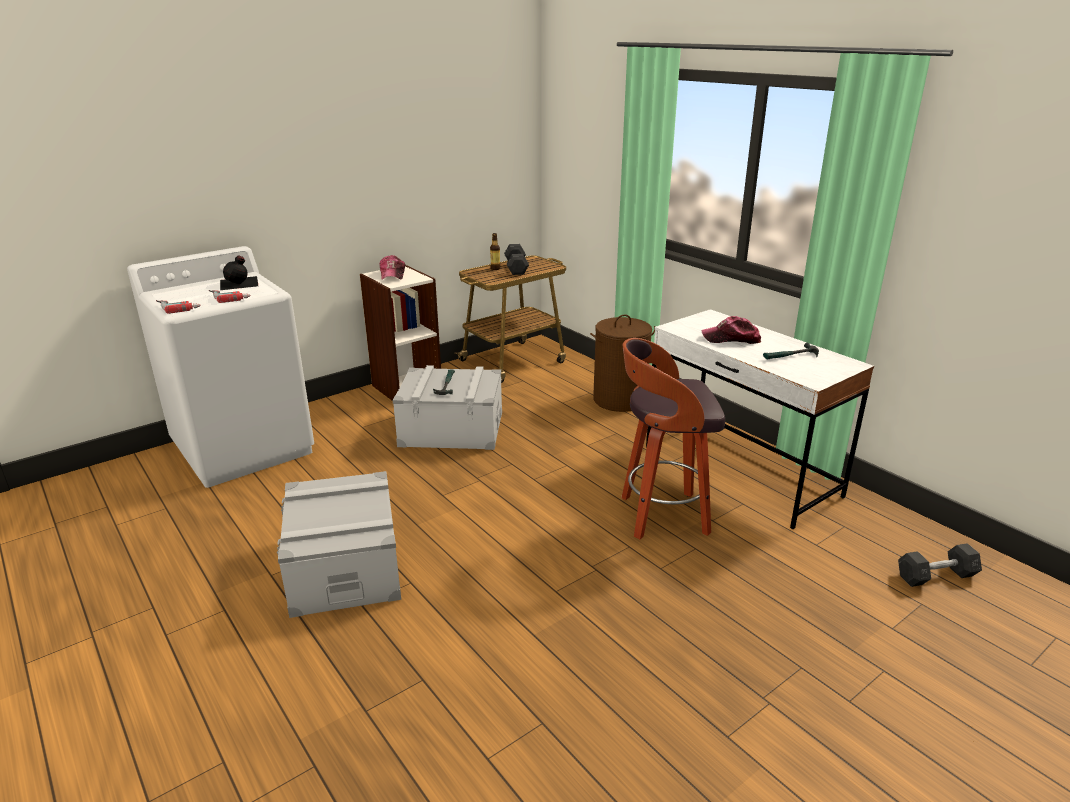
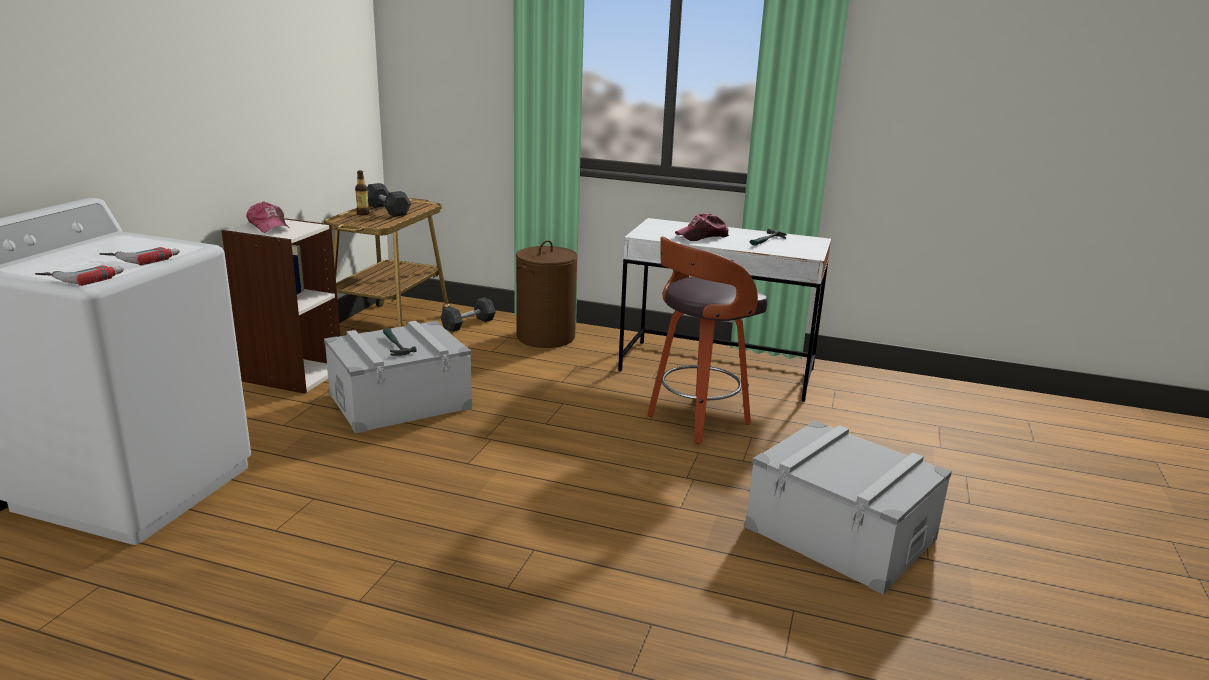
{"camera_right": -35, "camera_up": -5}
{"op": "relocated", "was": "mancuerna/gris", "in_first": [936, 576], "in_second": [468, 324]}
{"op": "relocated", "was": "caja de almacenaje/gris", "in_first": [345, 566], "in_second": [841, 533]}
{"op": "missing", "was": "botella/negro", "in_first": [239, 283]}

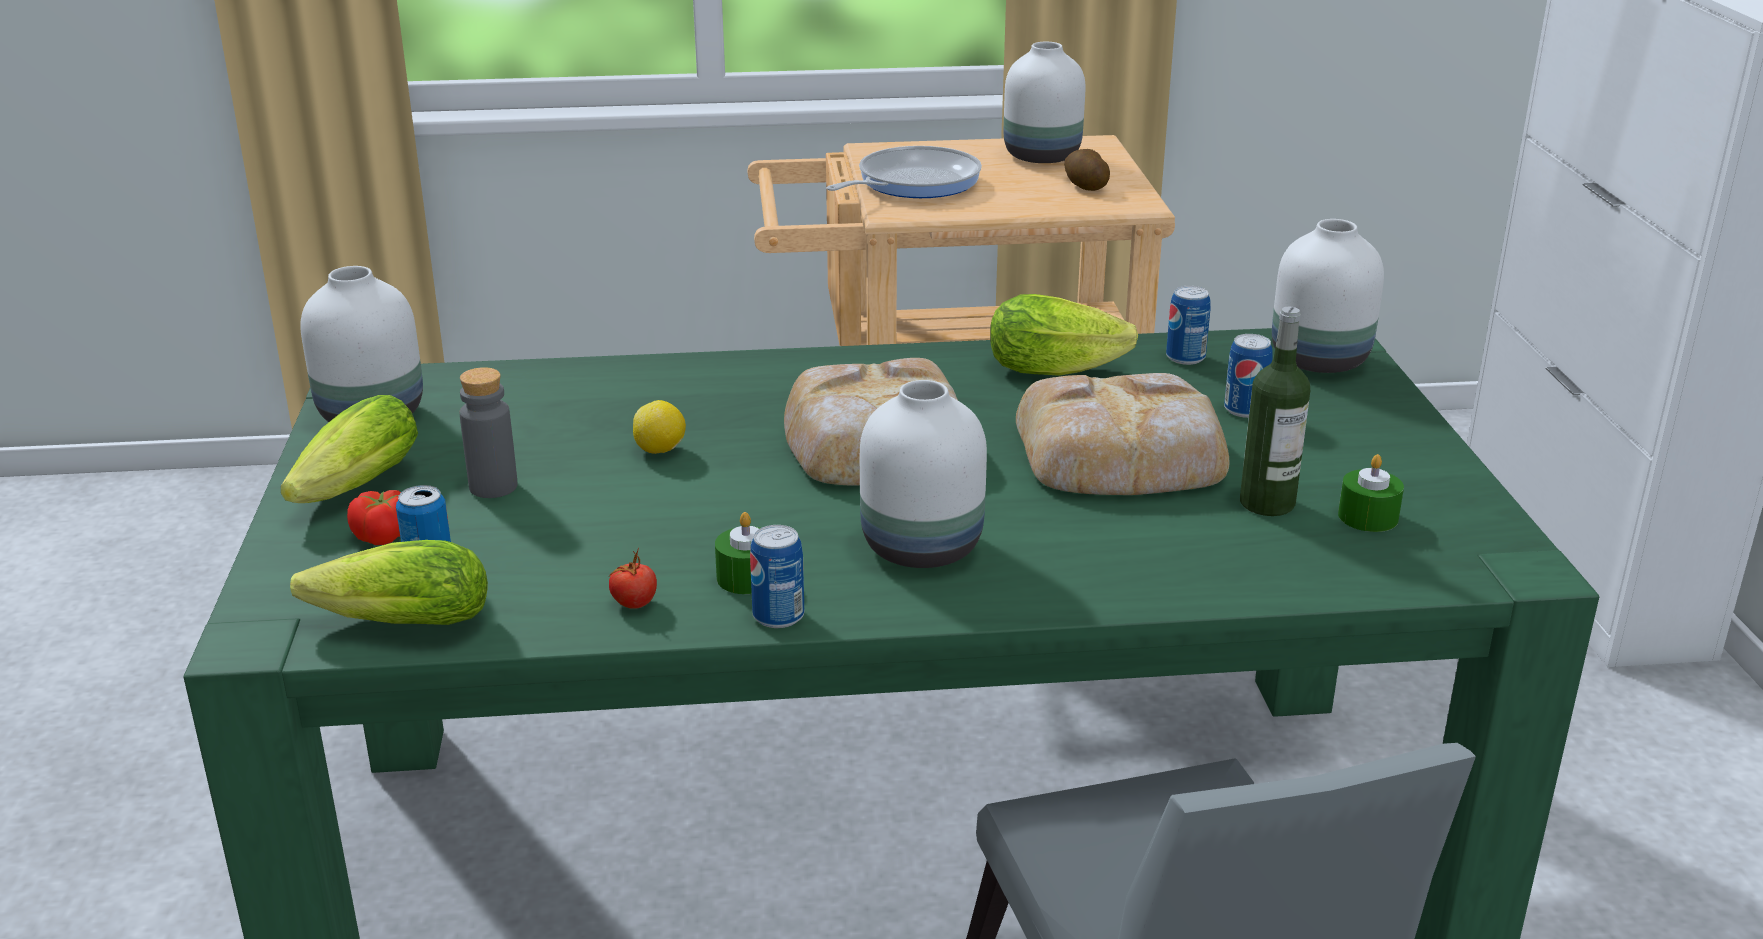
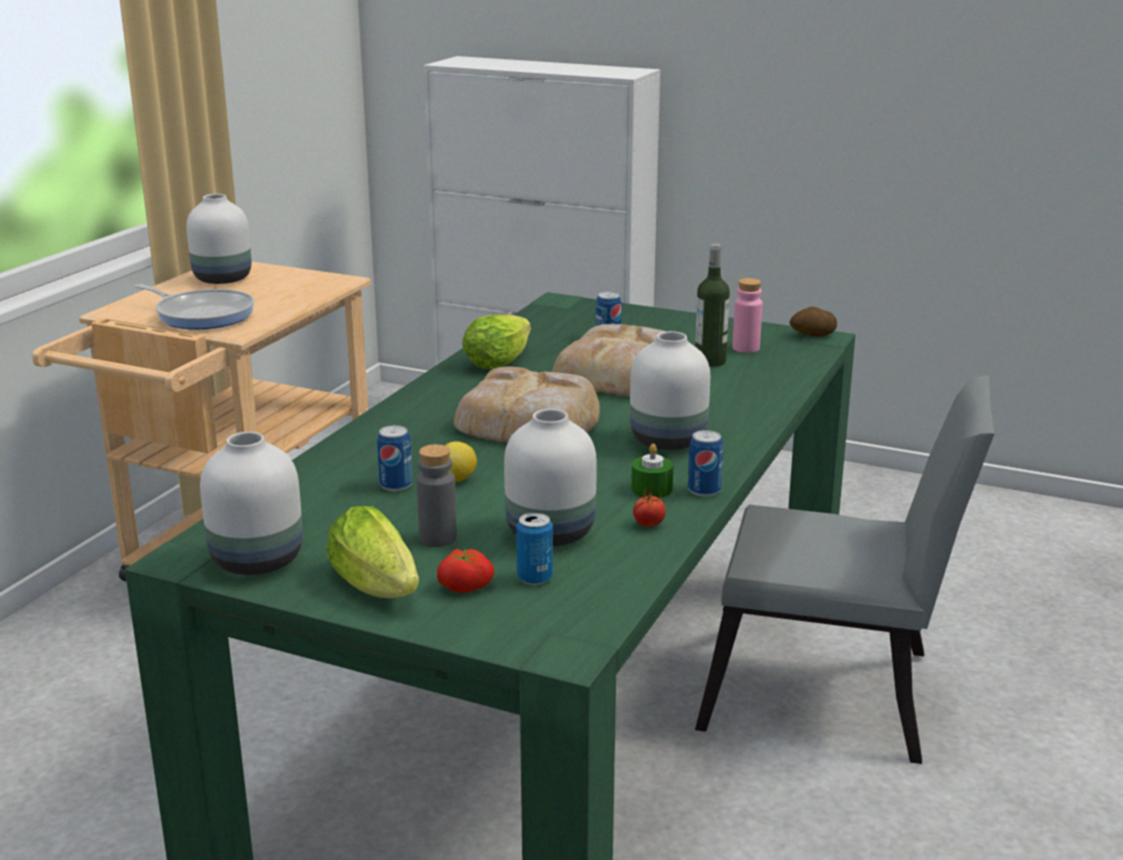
{"camera_right": -60, "camera_up": -5}
{"op": "spun", "was": "sartén", "in_first": [912, 183], "in_second": [202, 314], "clockwise": 135}
{"op": "relocated", "was": "lata", "in_first": [1185, 357], "in_second": [396, 485]}
{"op": "relocated", "was": "florero/blanco", "in_first": [1320, 361], "in_second": [553, 533]}
{"op": "exchanged", "was": "vela/verde", "now": "botella/rosa", "in_first": [1368, 517], "in_second": [746, 348]}
{"op": "relocated", "was": "patata", "in_first": [1085, 186], "in_second": [812, 335]}
{"op": "missing", "was": "lechuga", "in_first": [394, 625]}

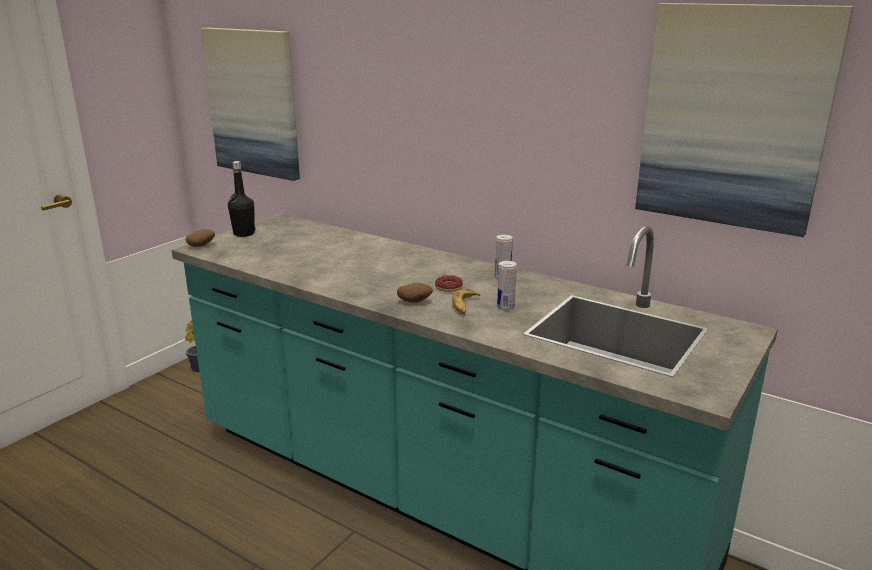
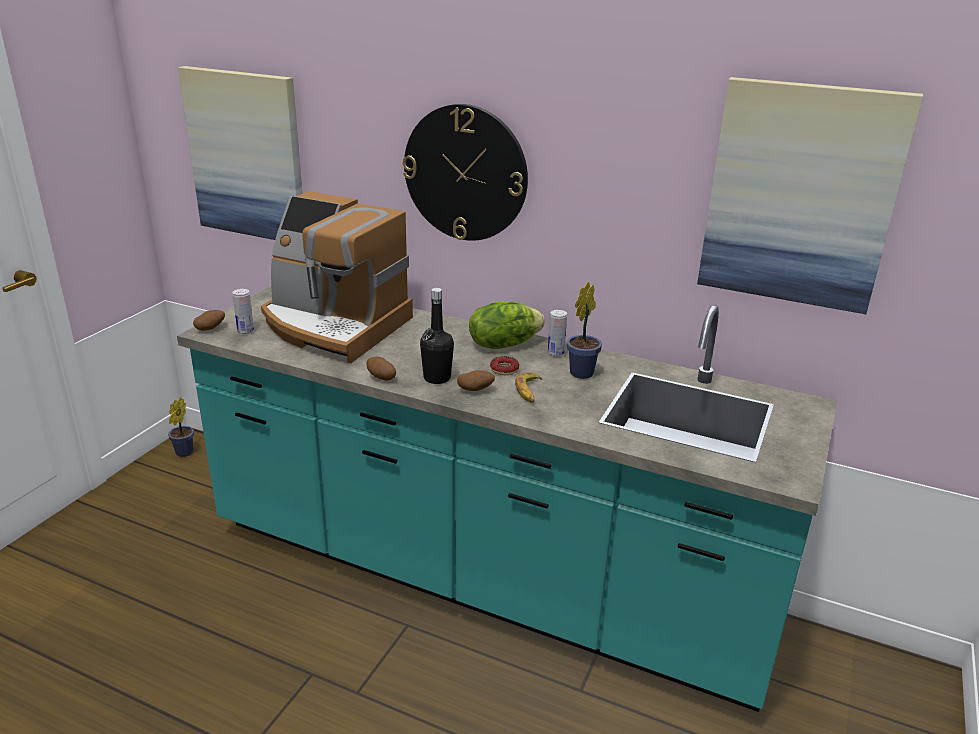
{"camera_right": -10, "camera_up": 5}
{"op": "relocated", "was": "lata", "in_first": [505, 307], "in_second": [245, 331]}
{"op": "appeared", "now": "cafetera", "in_second": [334, 326]}
{"op": "appeared", "now": "patata", "in_second": [381, 378]}
{"op": "appeared", "now": "reloj de pared", "in_second": [465, 173]}
{"op": "relocated", "was": "botella/negro", "in_first": [244, 234], "in_second": [437, 378]}
{"op": "appeared", "now": "lechuga", "in_second": [503, 344]}
{"op": "appeared", "now": "planta en maceta", "in_second": [583, 372]}

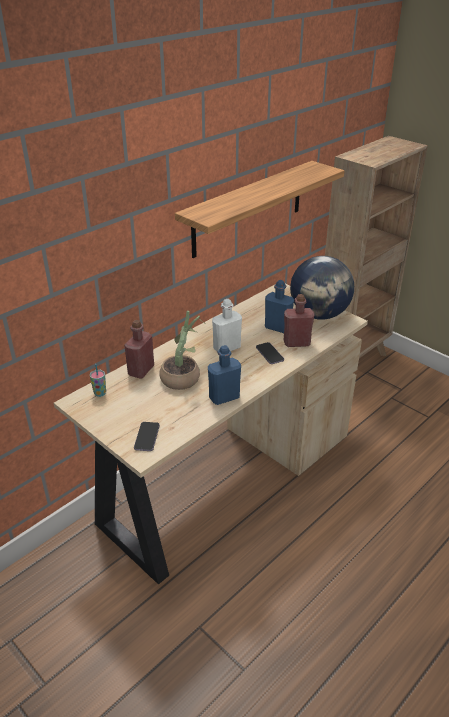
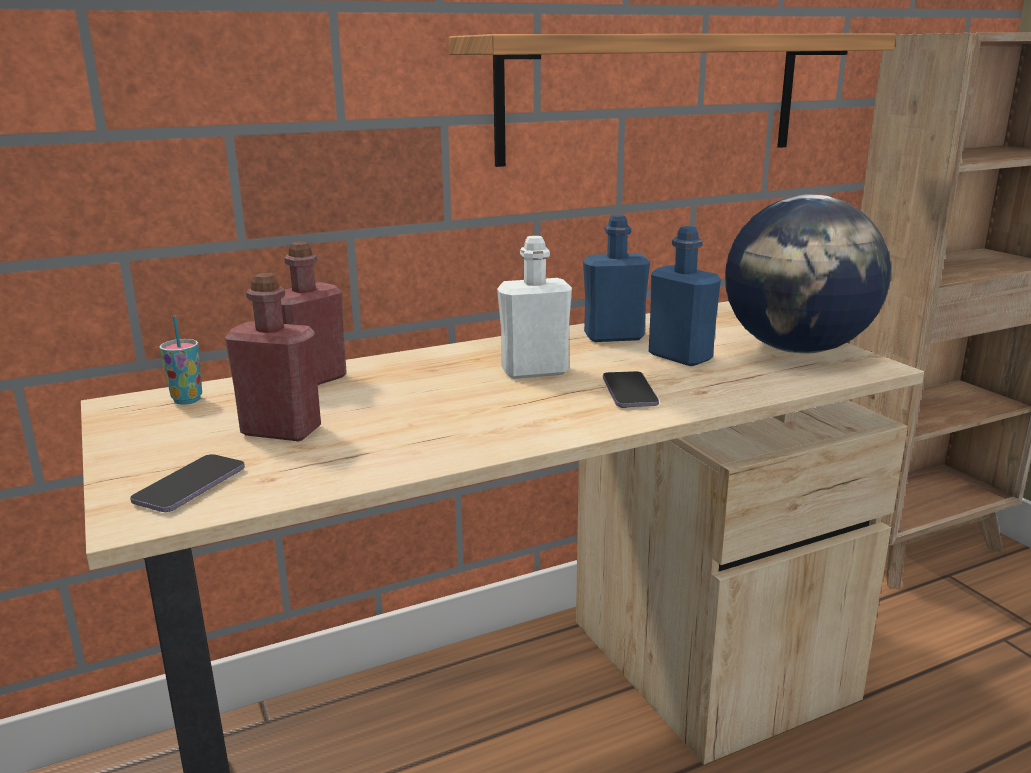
{"camera_right": 20, "camera_up": -15}
{"op": "relocated", "was": "botella/rojo", "in_first": [296, 343], "in_second": [281, 431]}
{"op": "relocated", "was": "botella/azul", "in_first": [224, 397], "in_second": [614, 336]}
{"op": "missing", "was": "planta en maceta", "in_first": [183, 377]}

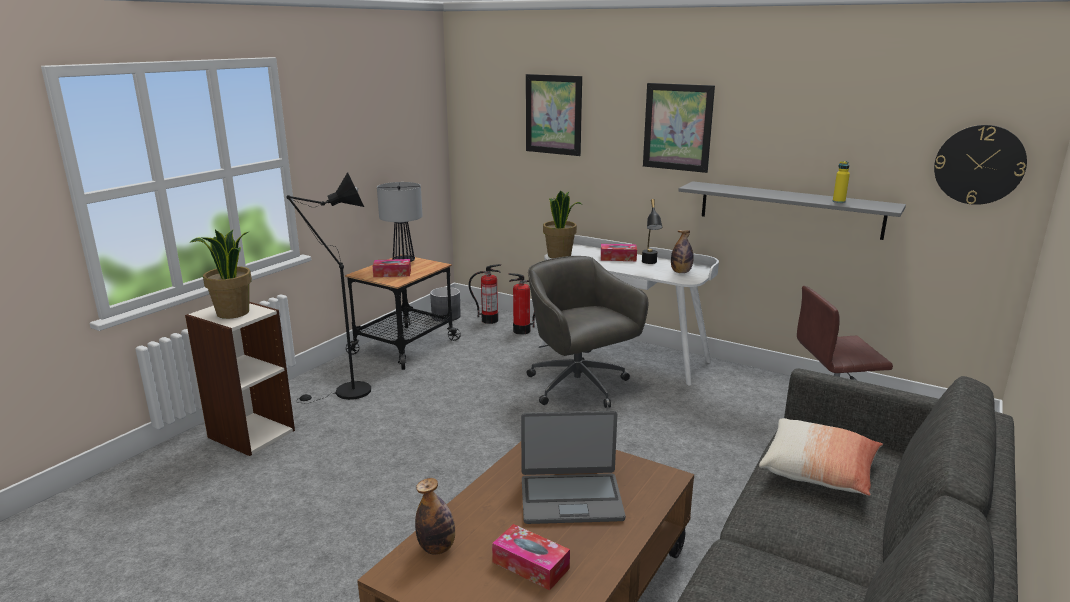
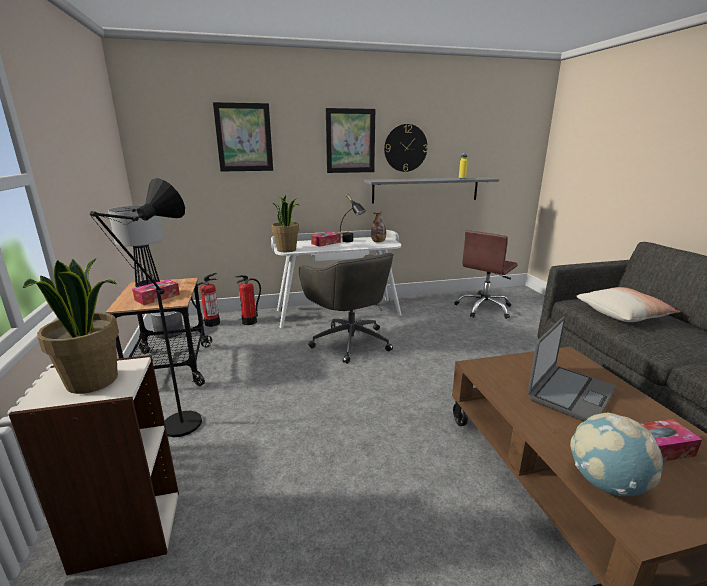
{"camera_right": -45, "camera_up": 0}
{"op": "spun", "was": "silla de oficina/gris", "in_first": [579, 387], "in_second": [349, 341], "clockwise": -135}
{"op": "relocated", "was": "reloj de pared", "in_first": [979, 165], "in_second": [405, 148]}
{"op": "exchanged", "was": "botella", "now": "globo terráqueo", "in_first": [437, 548], "in_second": [606, 483]}

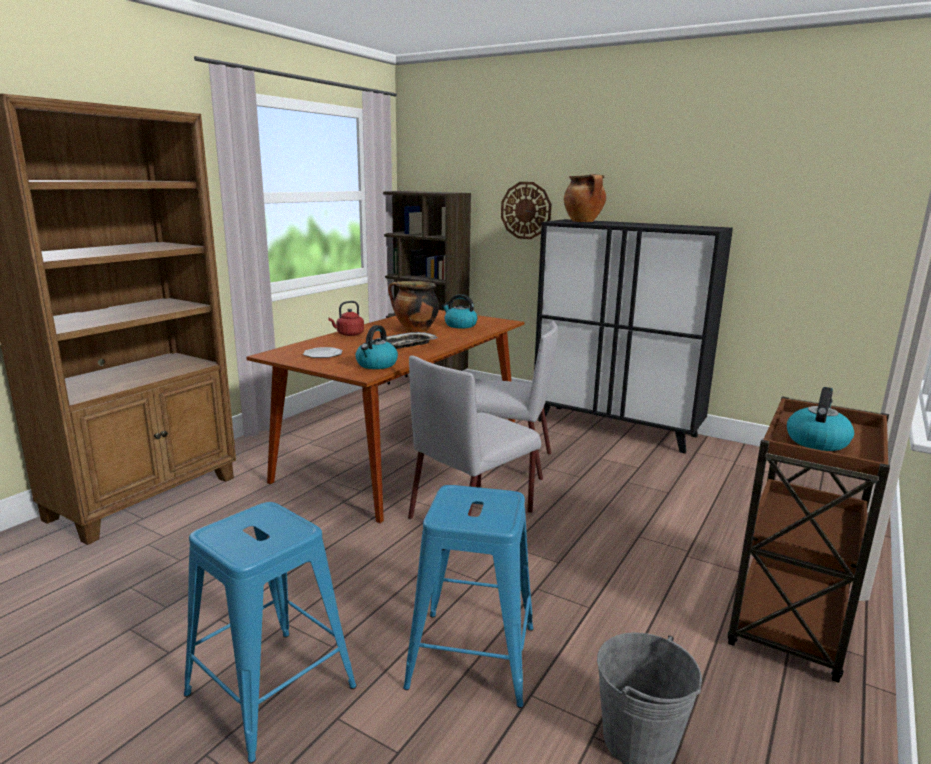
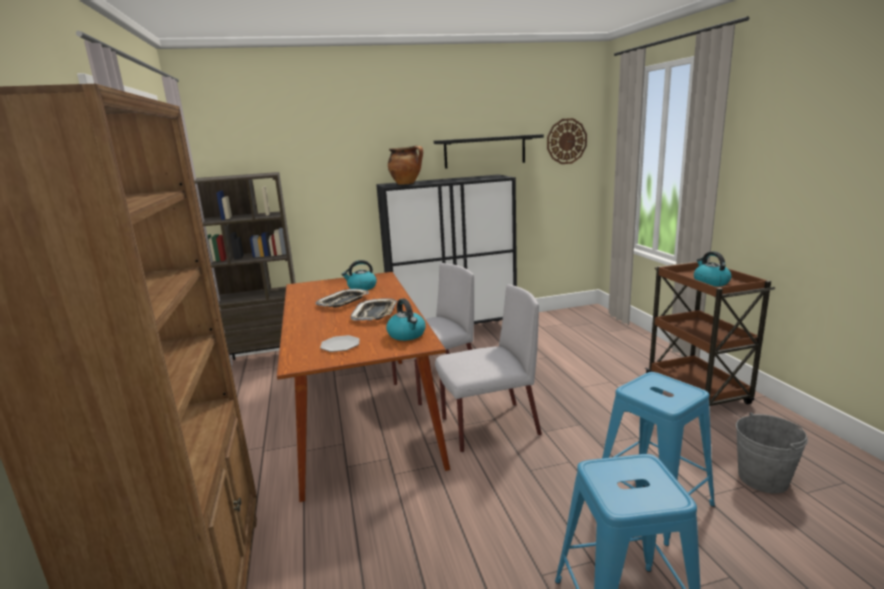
{"camera_right": -45, "camera_up": 0}
{"op": "exchanged", "was": "olla", "now": "bandeja", "in_first": [415, 330], "in_second": [343, 302]}
{"op": "appeared", "now": "estante/negro", "in_second": [485, 151]}
{"op": "spun", "was": "silla/gris", "in_first": [472, 514], "in_second": [488, 427], "clockwise": -105}
{"op": "relocated", "was": "reloj de pared", "in_first": [526, 210], "in_second": [566, 141]}
{"op": "missing", "was": "hervidor/rojo", "in_first": [349, 334]}

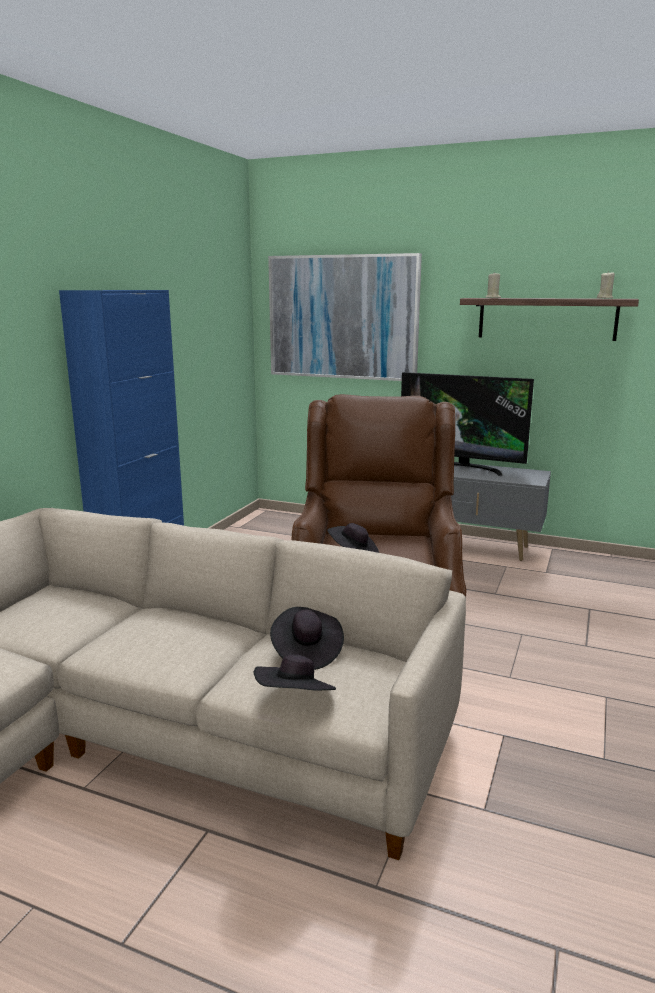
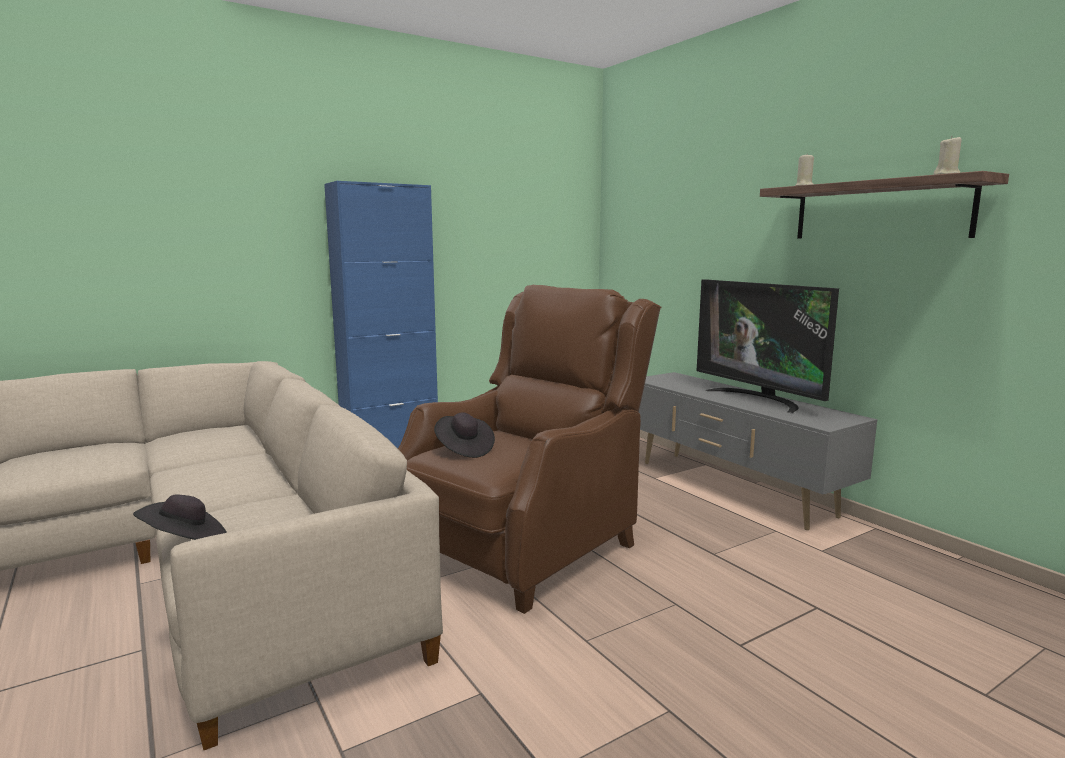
{"camera_right": 35, "camera_up": -5}
{"op": "missing", "was": "cuadro", "in_first": [343, 317]}
{"op": "missing", "was": "sombrero/negro", "in_first": [306, 652]}

